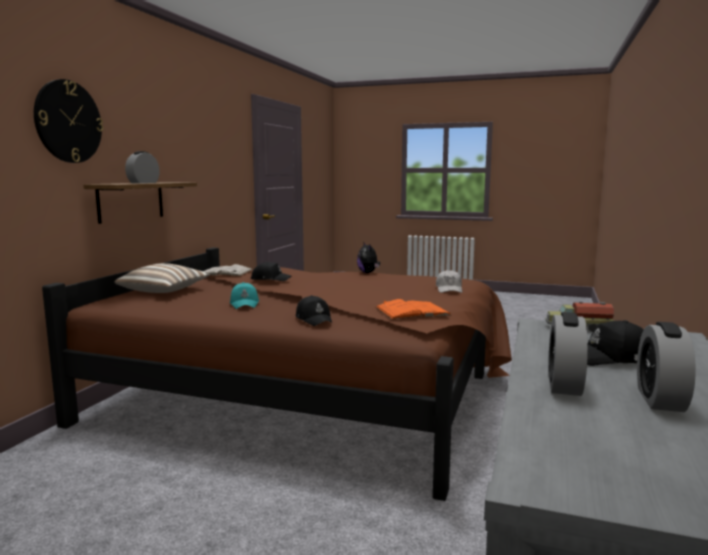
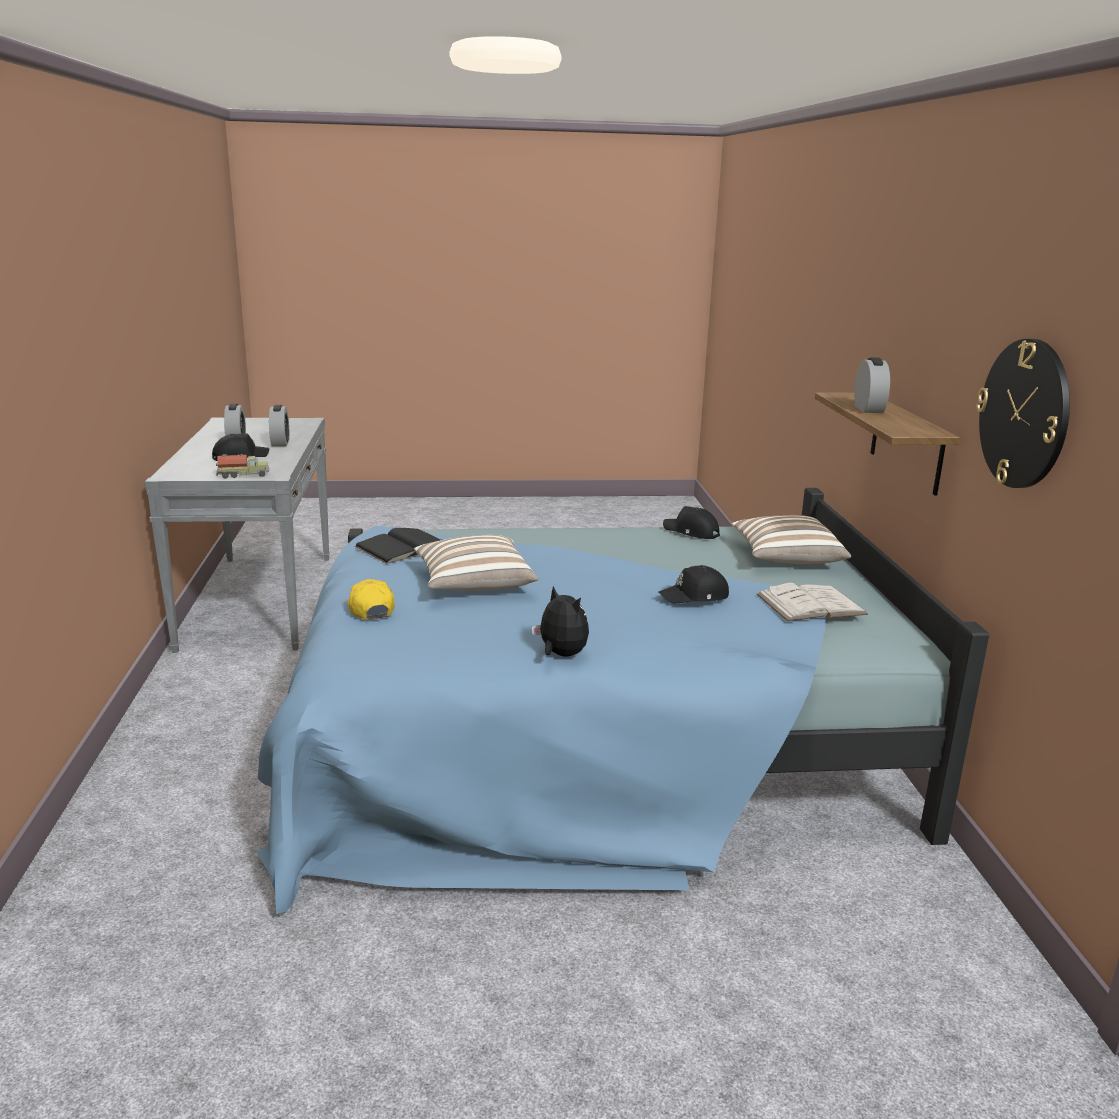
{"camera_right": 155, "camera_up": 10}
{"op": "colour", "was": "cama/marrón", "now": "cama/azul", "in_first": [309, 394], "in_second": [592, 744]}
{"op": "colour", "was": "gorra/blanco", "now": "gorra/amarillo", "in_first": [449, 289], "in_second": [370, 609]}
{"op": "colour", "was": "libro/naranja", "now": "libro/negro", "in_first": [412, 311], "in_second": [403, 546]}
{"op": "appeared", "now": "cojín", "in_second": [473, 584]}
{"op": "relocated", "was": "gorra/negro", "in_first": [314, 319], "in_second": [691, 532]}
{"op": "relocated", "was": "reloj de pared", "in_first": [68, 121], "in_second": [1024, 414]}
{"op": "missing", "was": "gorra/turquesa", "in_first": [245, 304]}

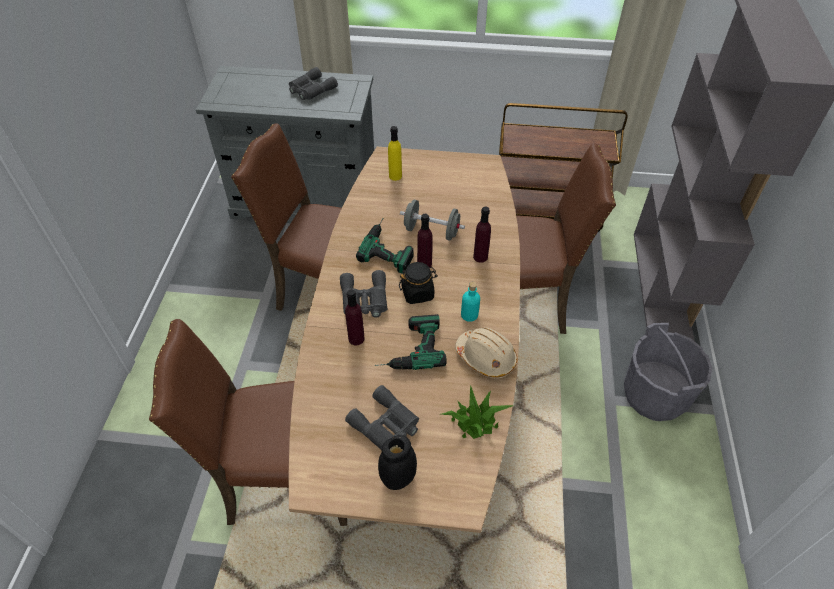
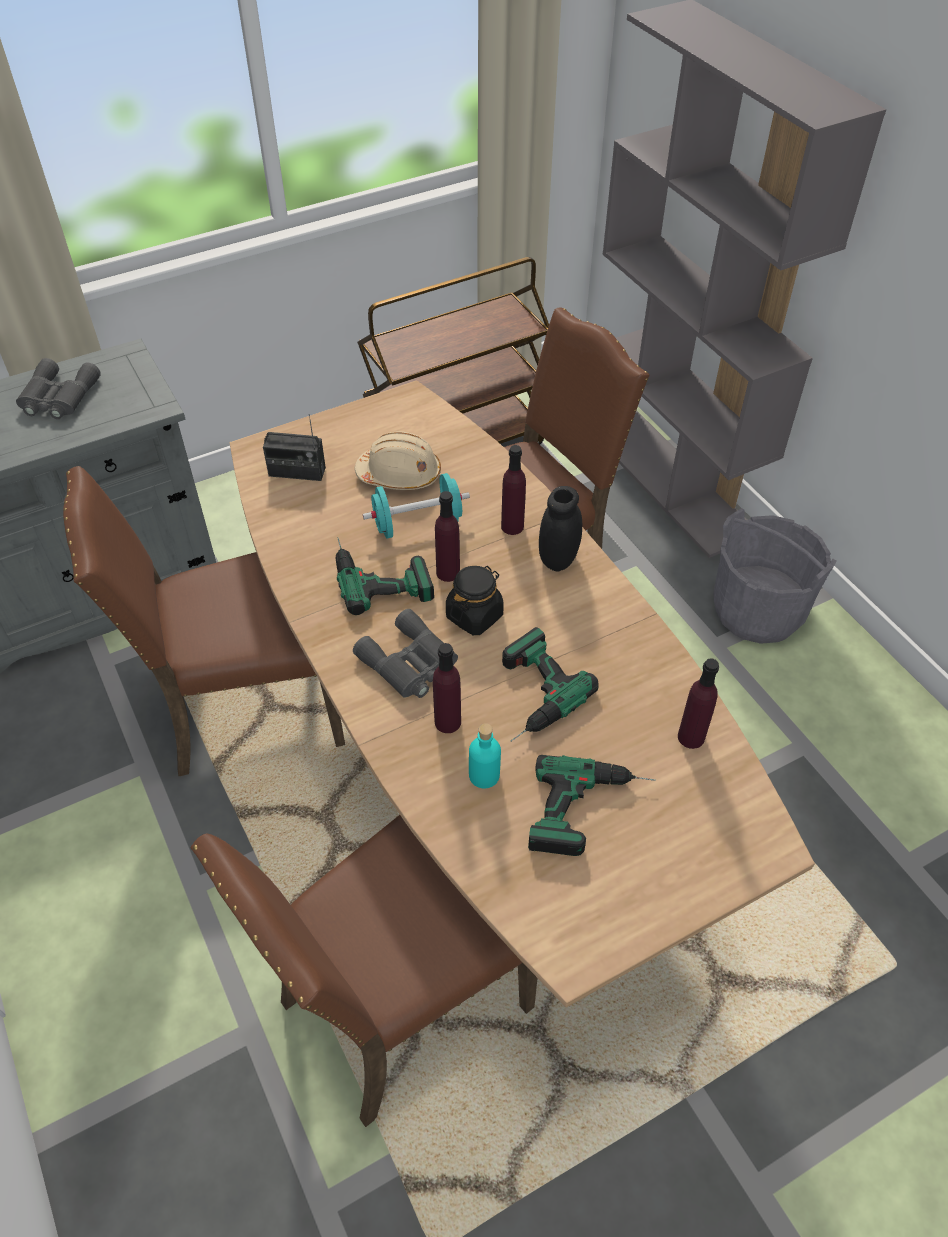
{"camera_right": -35, "camera_up": 0}
{"op": "exchanged", "was": "botella/amarillo", "now": "radio", "in_first": [395, 176], "in_second": [297, 472]}
{"op": "relocated", "was": "casco/beis", "in_first": [486, 358], "in_second": [399, 475]}
{"op": "colour", "was": "mancuerna/gris", "now": "mancuerna/turquesa", "in_first": [431, 231], "in_second": [417, 524]}
{"op": "relocated", "was": "botella/turquesa", "in_first": [469, 314], "in_second": [484, 775]}
{"op": "exchanged", "was": "prismáticos/gris", "now": "taladro", "in_first": [386, 425], "in_second": [591, 811]}
{"op": "relocated", "was": "tarro/negro", "in_first": [398, 478], "in_second": [558, 559]}
{"op": "exchanged", "was": "planta en maceta", "now": "botella/morado", "in_first": [474, 421], "in_second": [691, 737]}

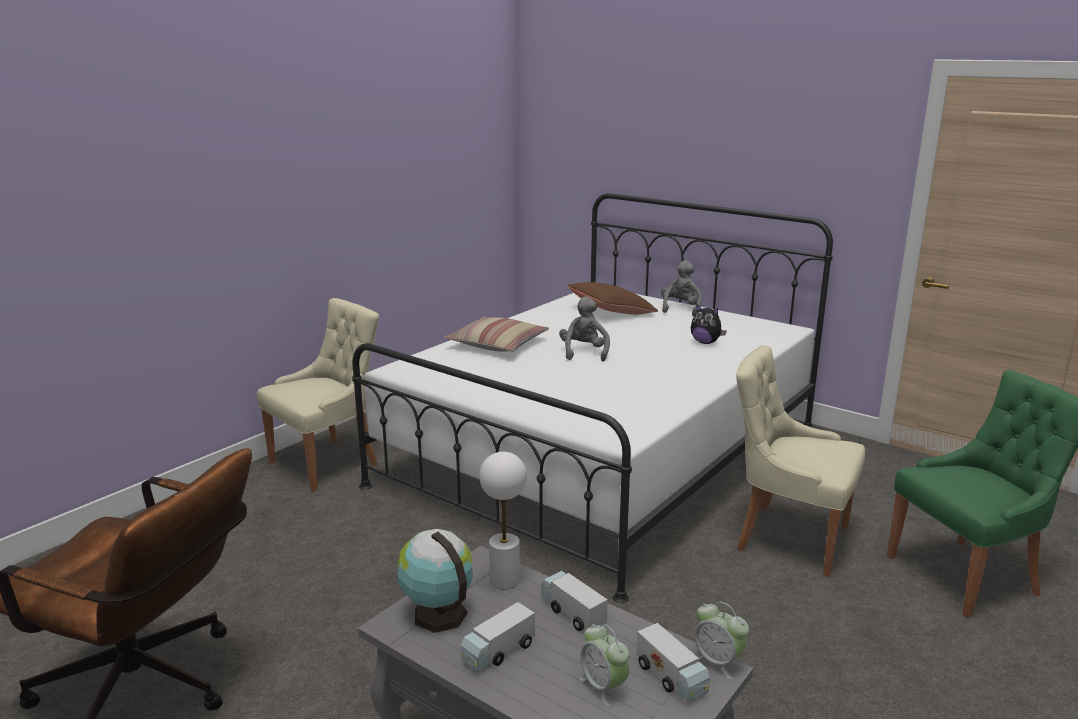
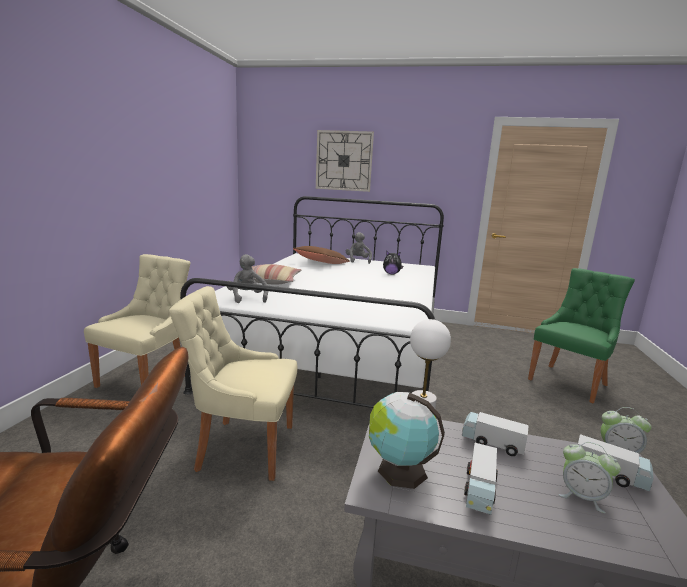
{"camera_right": -25, "camera_up": -5}
{"op": "relocated", "was": "silla/beis", "in_first": [788, 537], "in_second": [242, 447]}
{"op": "relocated", "was": "peluche/gris", "in_first": [584, 353], "in_second": [247, 298]}
{"op": "appeared", "now": "reloj de pared", "in_second": [344, 161]}

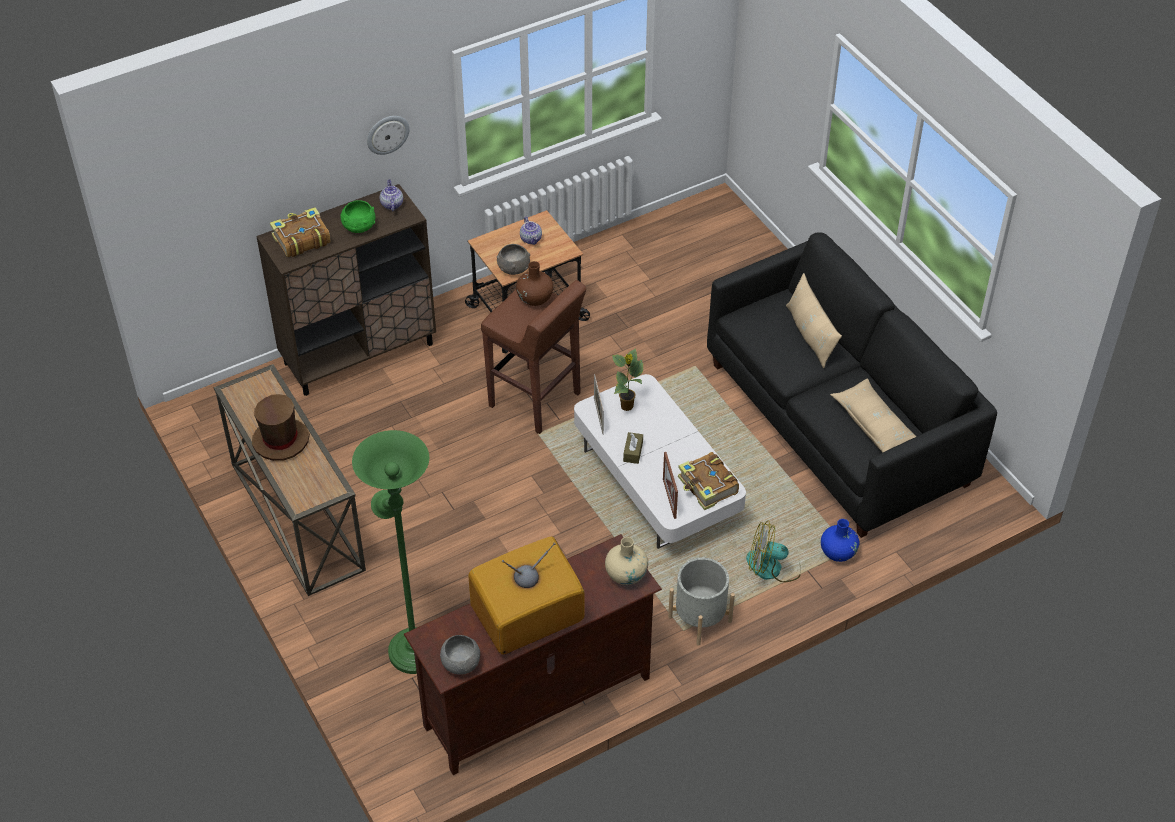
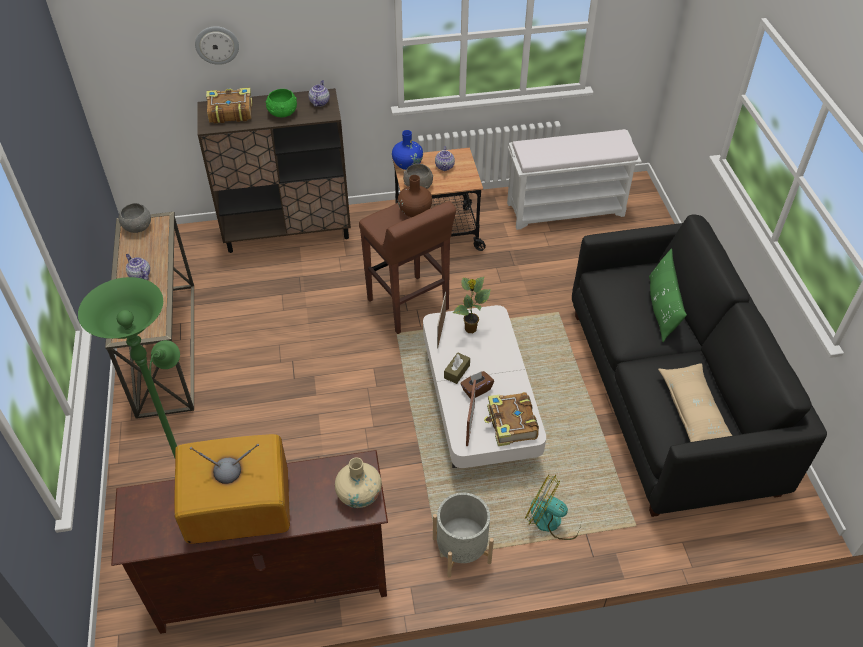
{"camera_right": 20, "camera_up": 0}
{"op": "relocated", "was": "cuenco/gris", "in_first": [461, 663], "in_second": [138, 227]}
{"op": "exchanged", "was": "sombrero/marrón", "now": "tetera", "in_first": [280, 440], "in_second": [139, 275]}
{"op": "relocated", "was": "reloj de pared", "in_first": [387, 134], "in_second": [217, 44]}
{"op": "relocated", "was": "florero/azul", "in_first": [838, 552], "in_second": [407, 164]}
{"op": "appeared", "now": "caja de pañuelos/marrón", "in_second": [476, 390]}
{"op": "appeared", "now": "banco/blanco", "in_second": [566, 209]}
{"op": "colour", "was": "cojín/beis", "now": "cojín/verde", "in_first": [810, 335], "in_second": [662, 308]}

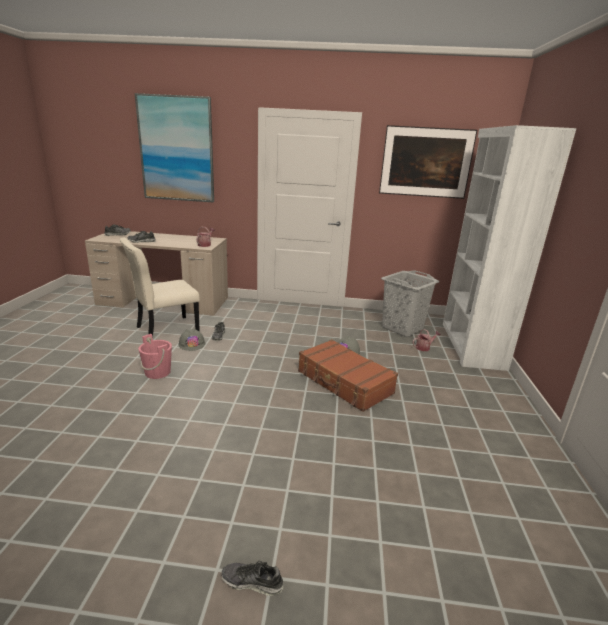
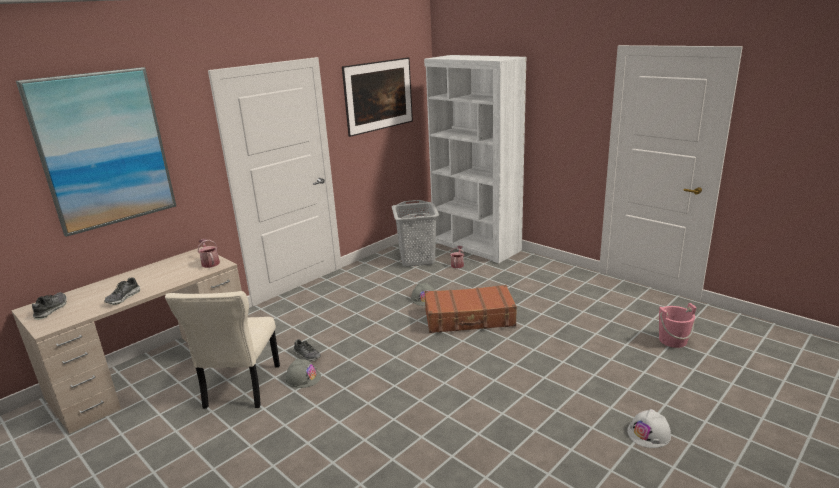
{"camera_right": -50, "camera_up": 0}
{"op": "exchanged", "was": "zapato", "now": "casco/blanco", "in_first": [252, 582], "in_second": [649, 433]}
{"op": "relocated", "was": "cubo/rosa", "in_first": [157, 372], "in_second": [672, 340]}

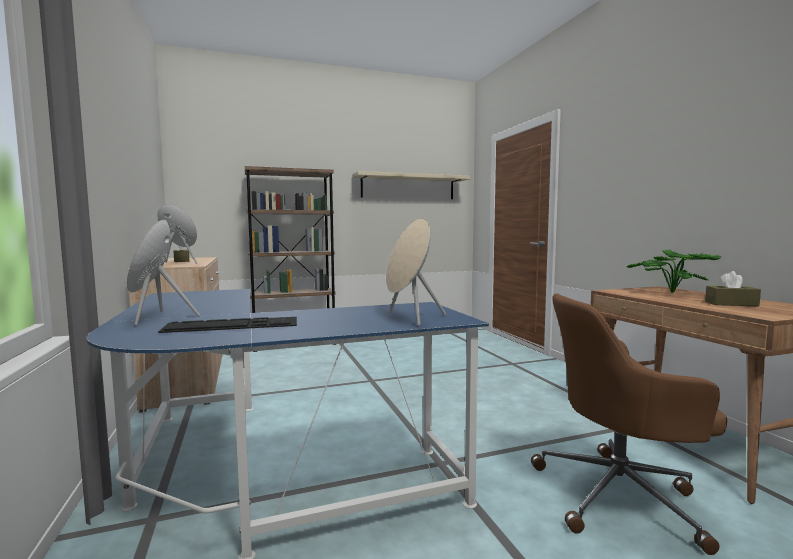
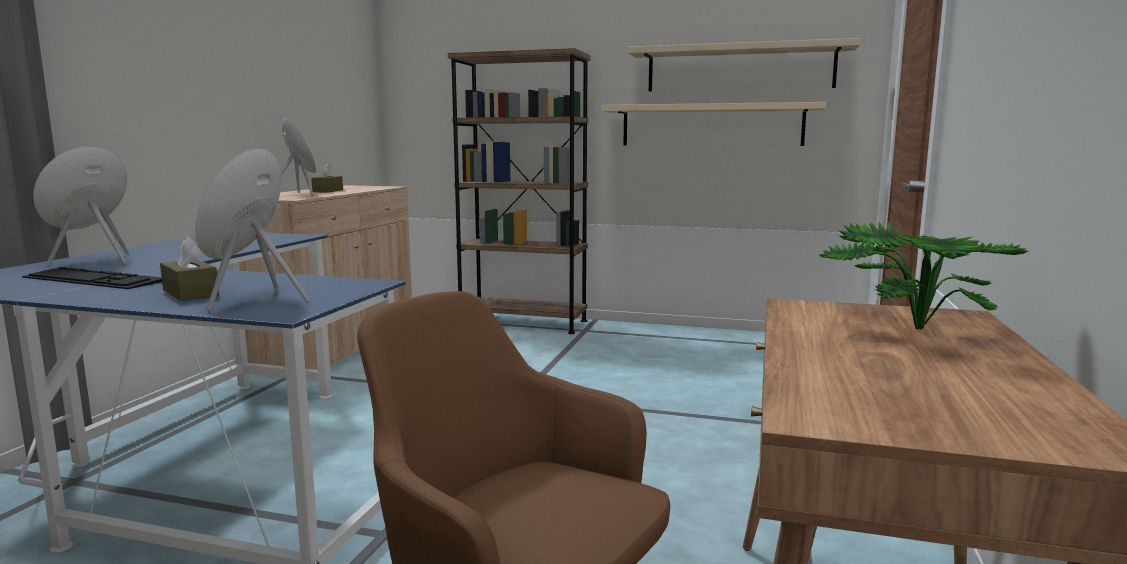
{"camera_right": 35, "camera_up": 5}
{"op": "relocated", "was": "caja de pañuelos/marrón", "in_first": [731, 304], "in_second": [190, 293]}
{"op": "appeared", "now": "estante/beis", "in_second": [711, 125]}

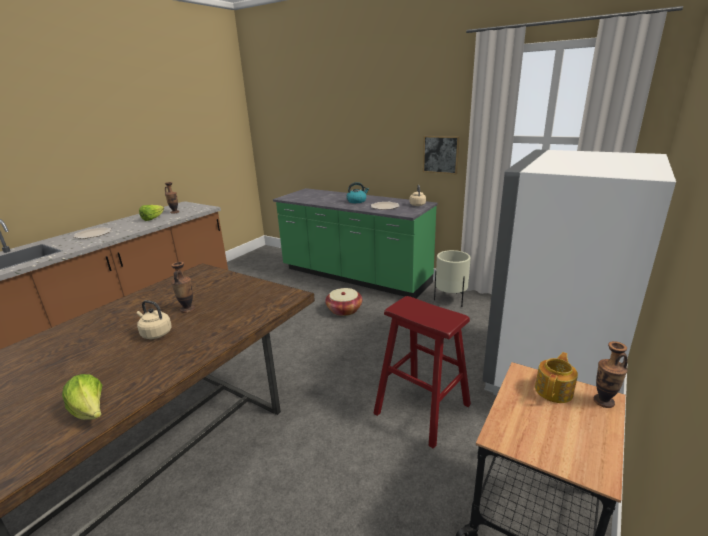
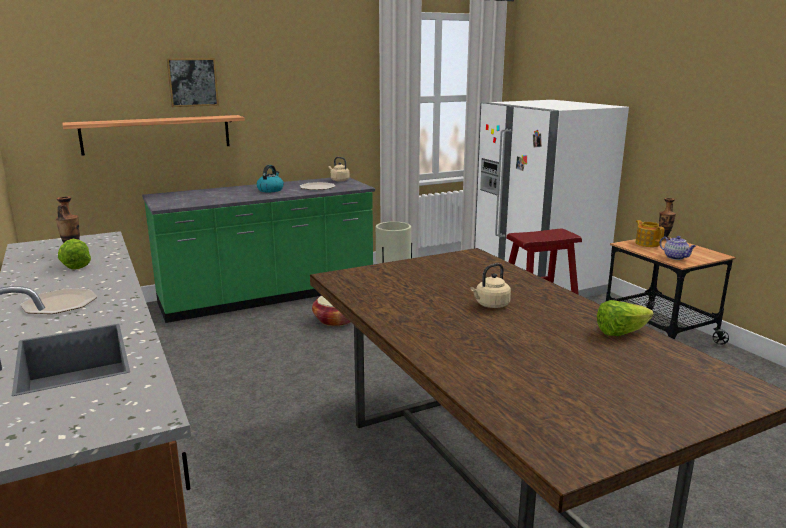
{"camera_right": -60, "camera_up": -5}
{"op": "appeared", "now": "estante", "in_second": [157, 134]}
{"op": "relocated", "was": "cuadro", "in_first": [441, 154], "in_second": [192, 82]}
{"op": "appeared", "now": "tetera", "in_second": [676, 257]}
{"op": "missing", "was": "florero", "in_first": [187, 309]}

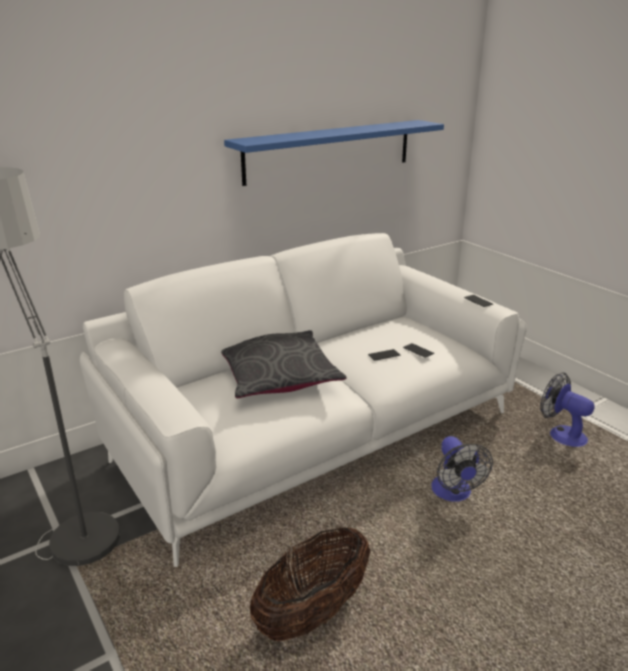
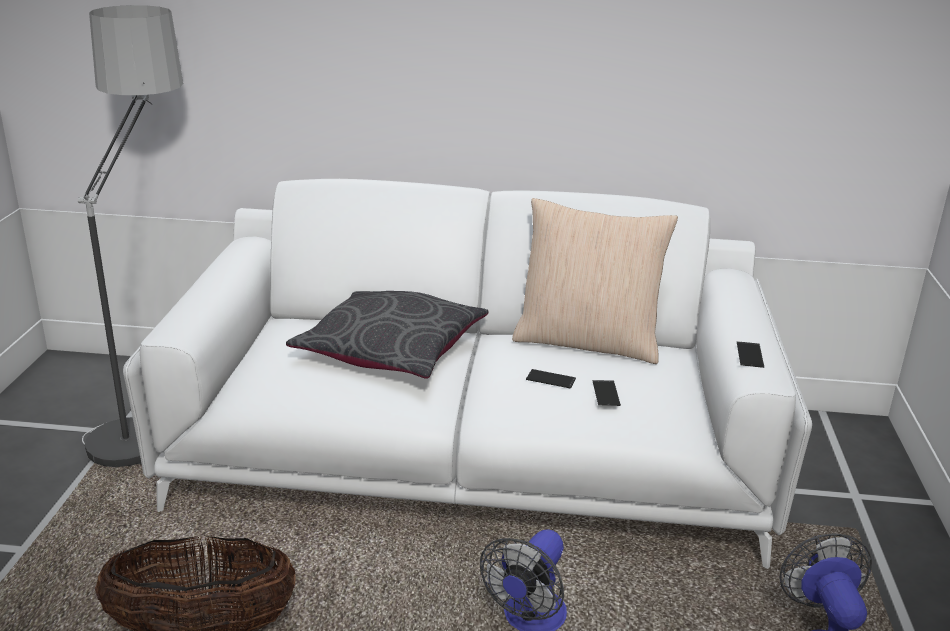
{"camera_right": 40, "camera_up": 0}
{"op": "appeared", "now": "cojín/beis", "in_second": [587, 342]}
{"op": "missing", "was": "estante/azul", "in_first": [330, 151]}

